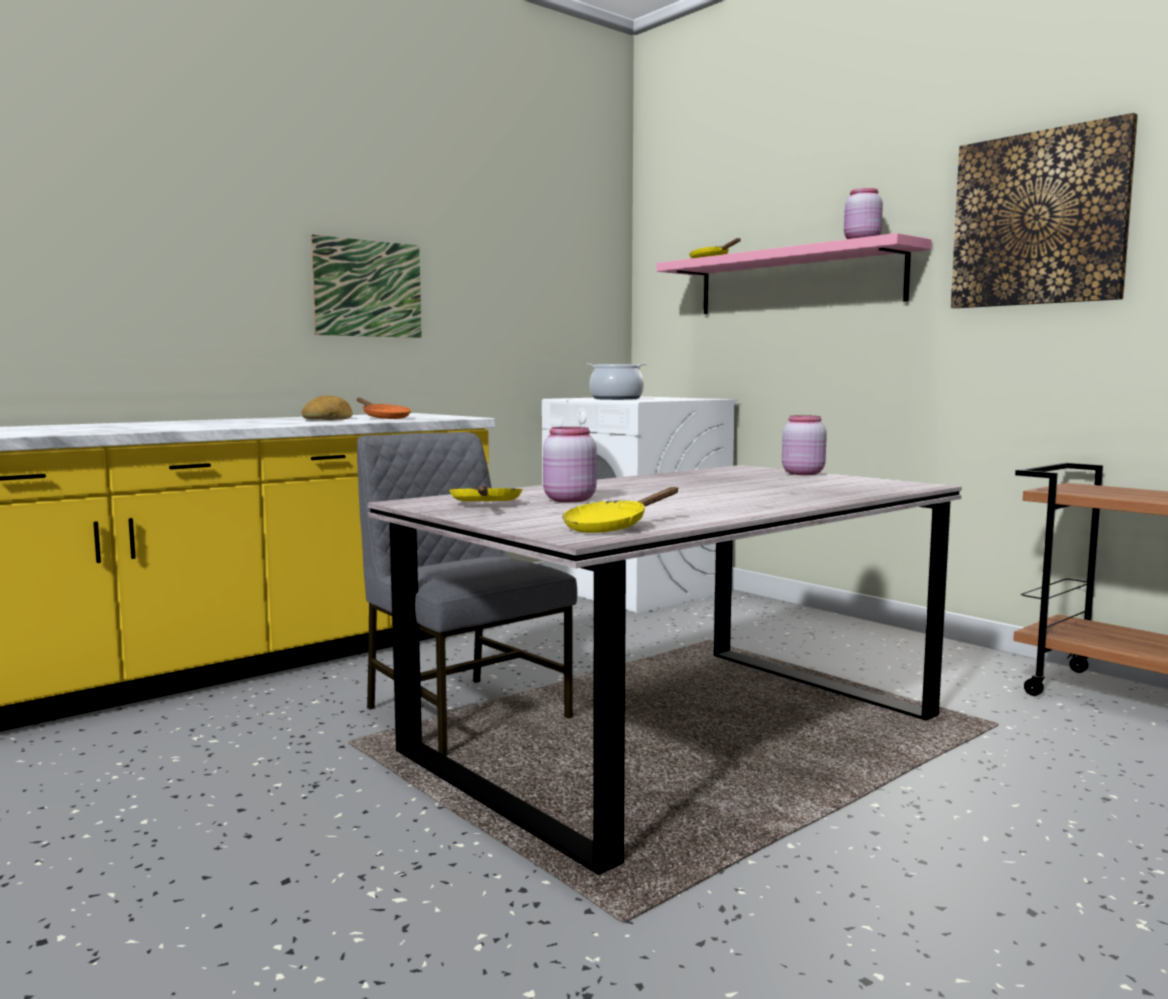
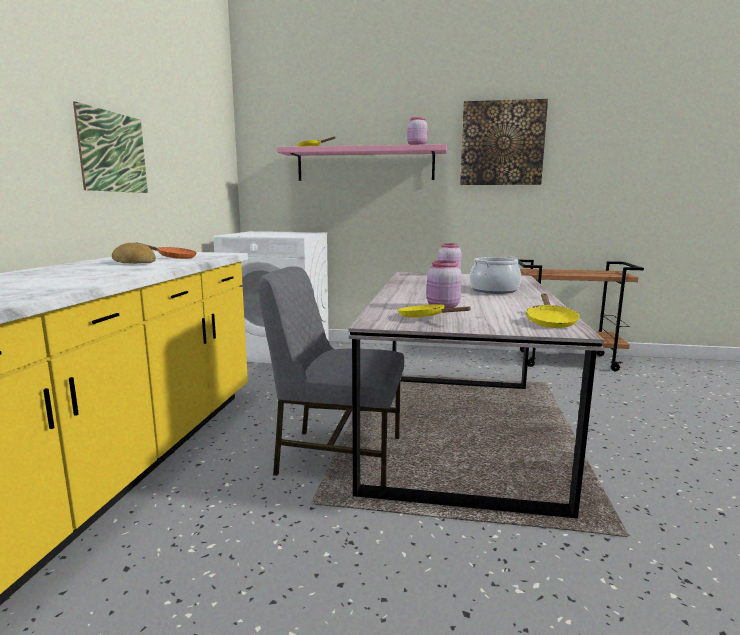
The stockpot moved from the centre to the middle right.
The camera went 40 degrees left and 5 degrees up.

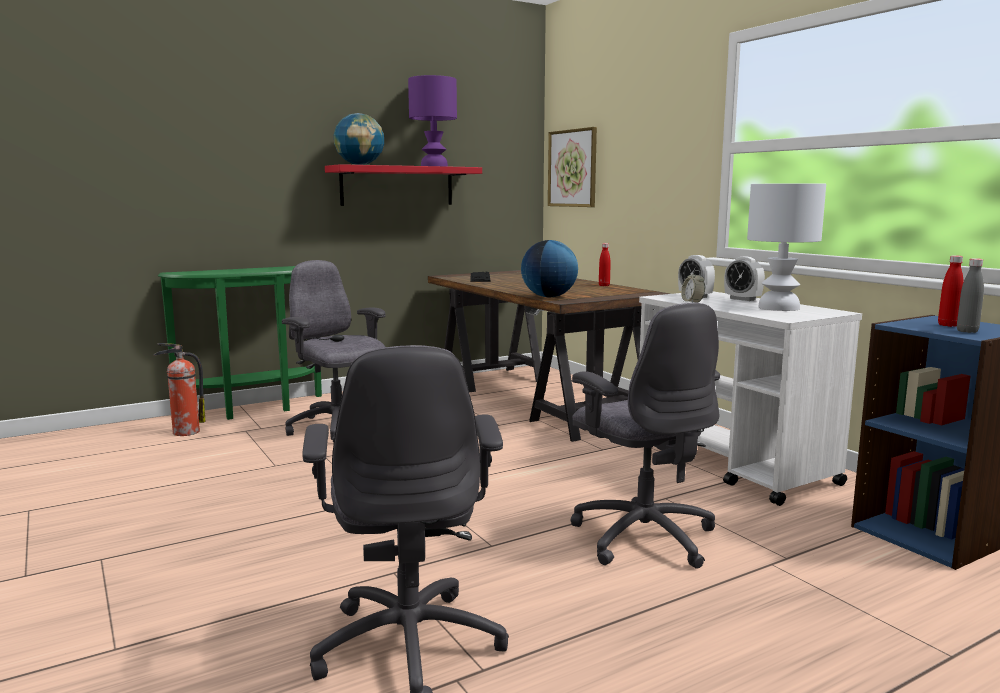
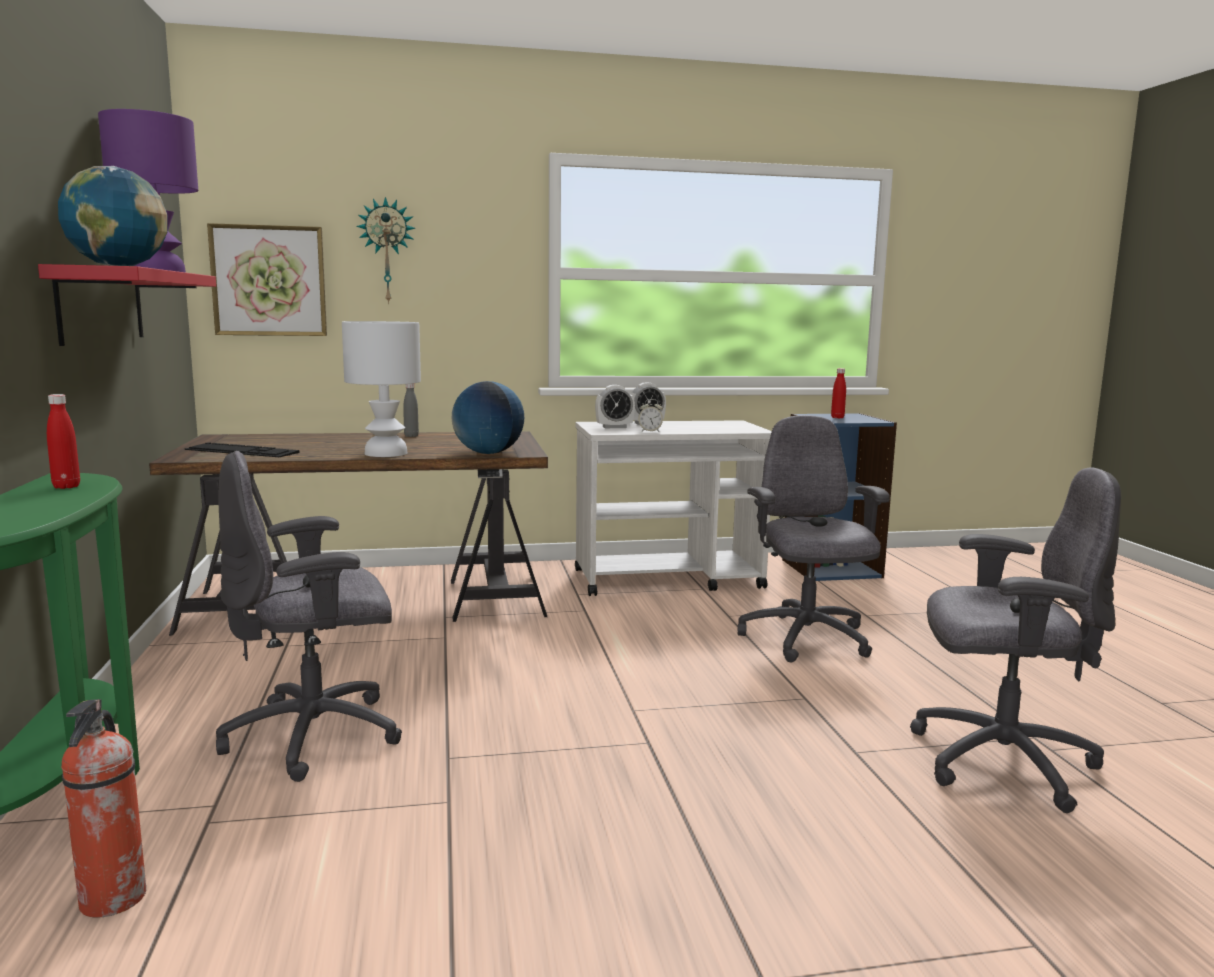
The office chair in grey (3rd from left in the first image) at the centre turned 90 degrees counterclockwise.
The beverage bottle in red-coloured (1st from left) moved from the centre to the middle left.
The tabletop lamp in white-coloured moved from the middle right to the middle left.
The beverage bottle in grey moved from the middle right to the centre.
The clock on the wall at the top left appeared.
The camera went 70 degrees left and 0 degrees up.

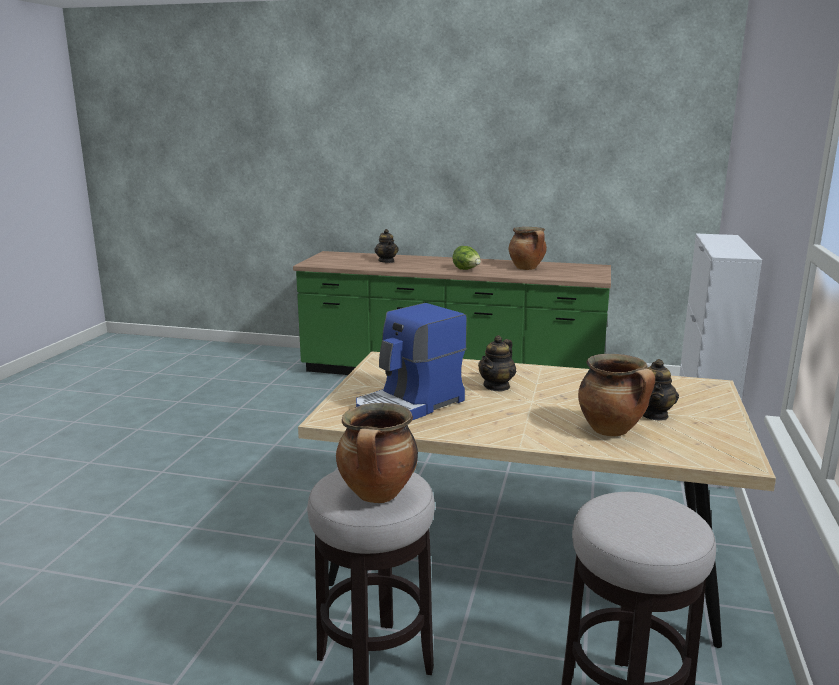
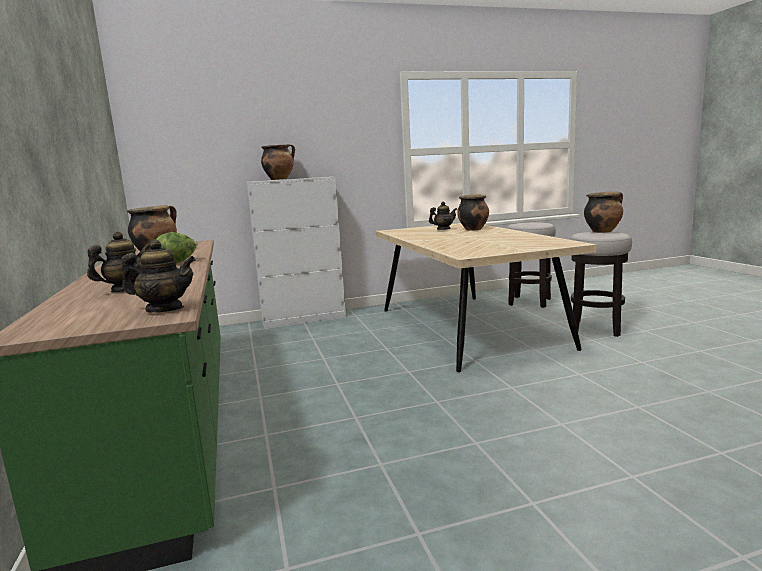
The coffee maker at the centre disappeared.
The pot for tea (2nd from left) moved from the centre to the middle left.
The stockpot (2nd from left) at the top centre appeared.
The camera went 120 degrees left and 5 degrees down.

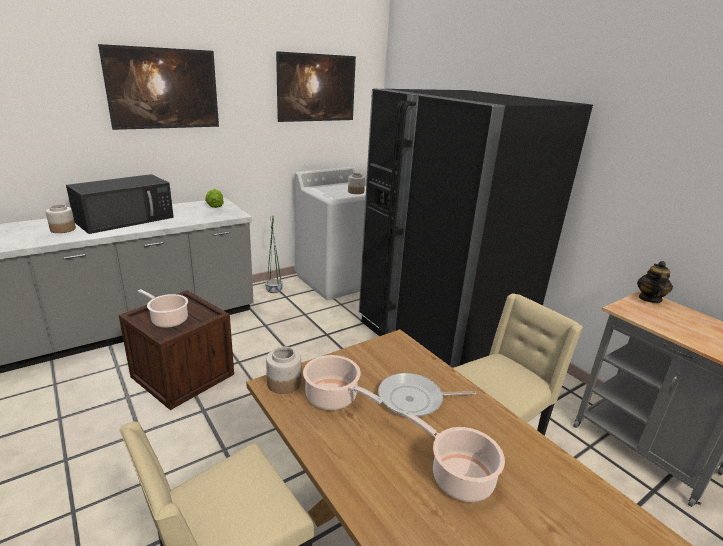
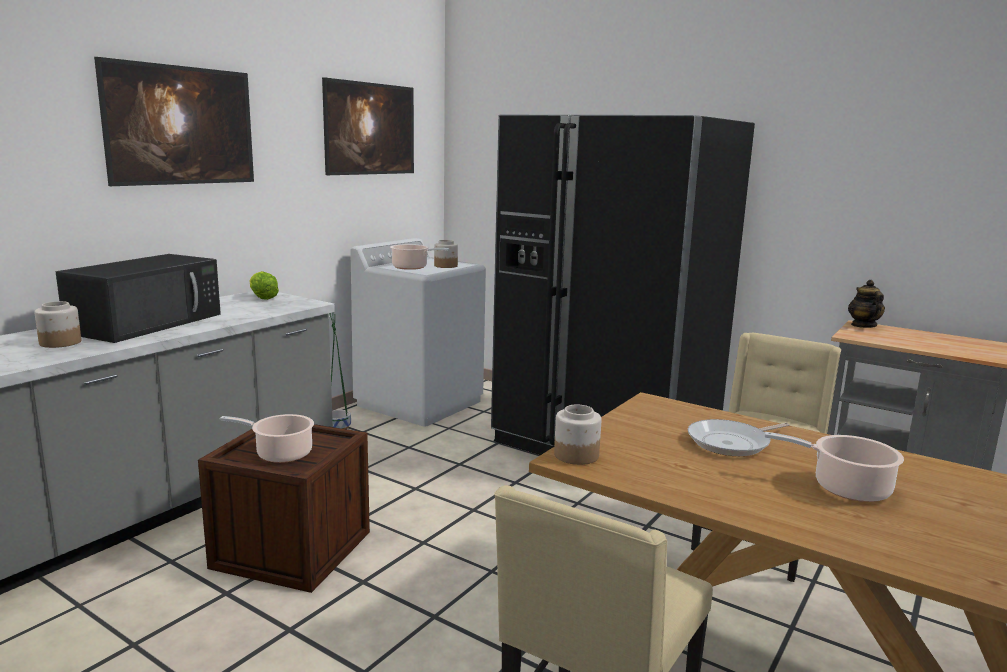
The stockpot (2nd from left) moved from the bottom centre to the centre.
The camera went 20 degrees left and 10 degrees down.

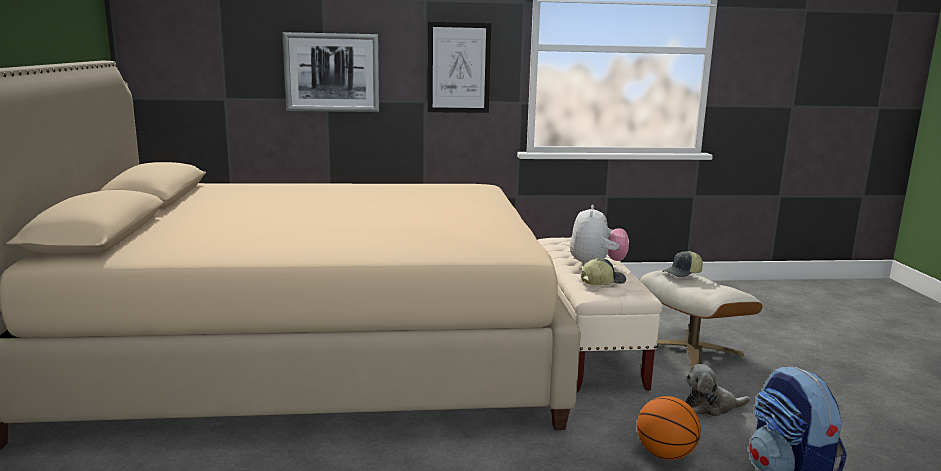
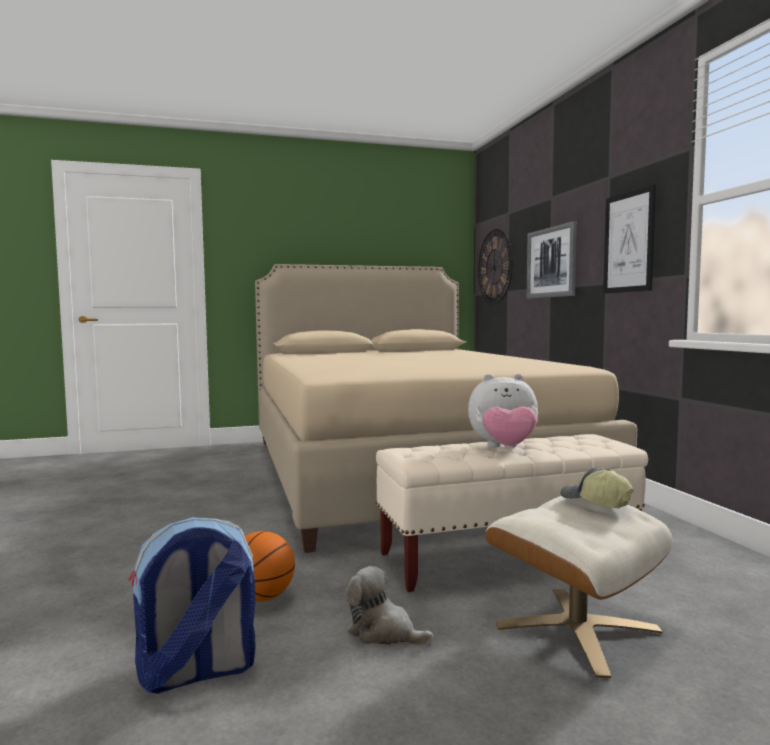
The baseball cap (1st from left) at the centre disappeared.
The plush toy (2nd from left in the first image) at the bottom right turned 45 degrees counterclockwise.
The clock on the wall at the centre appeared.
The camera went 80 degrees right and 10 degrees down.

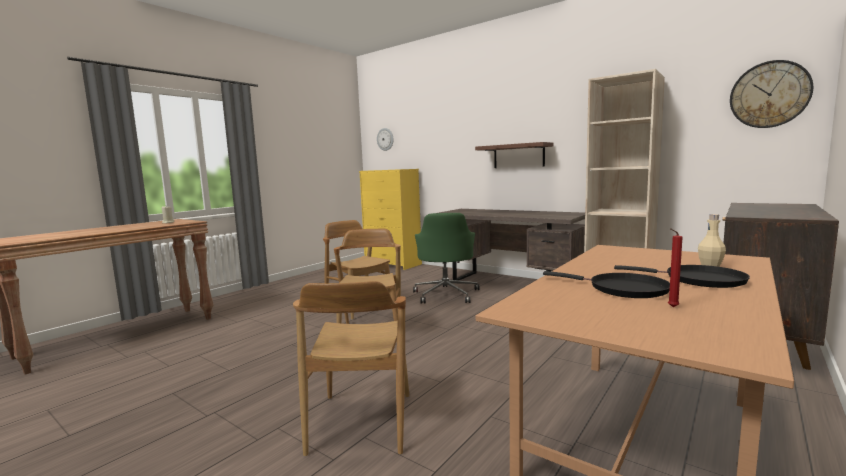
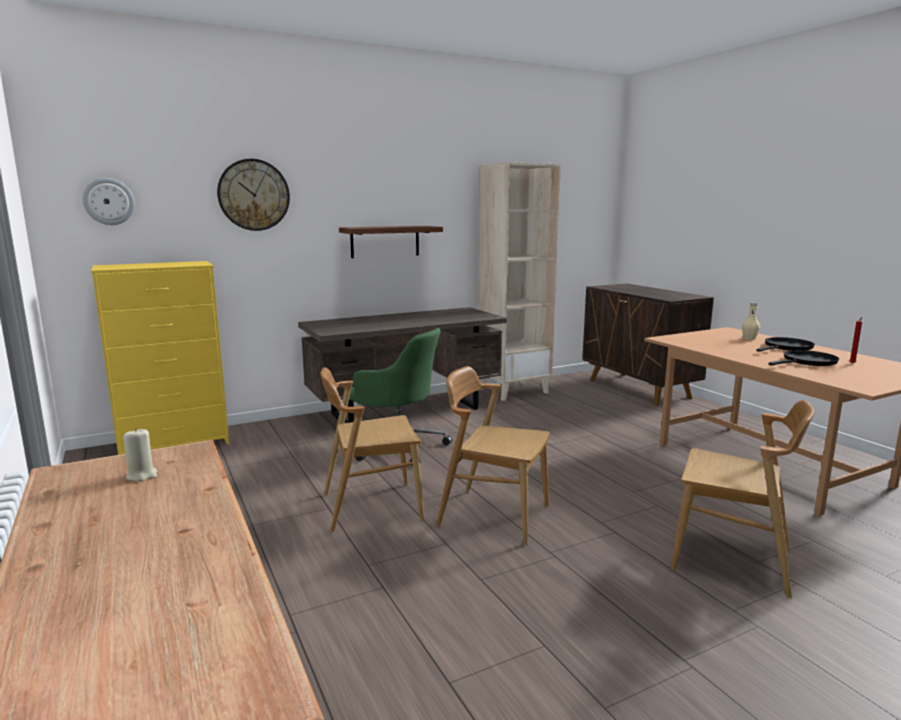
The clock on the wall (2nd from left) moved from the top right to the top left.
The camera went 65 degrees left and 5 degrees up.

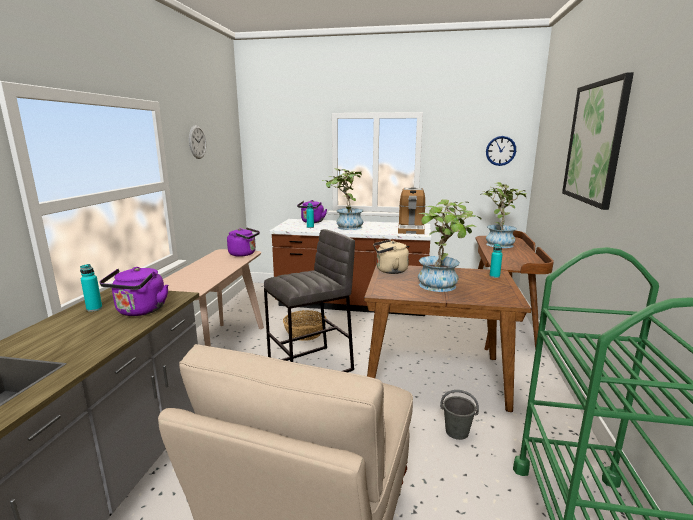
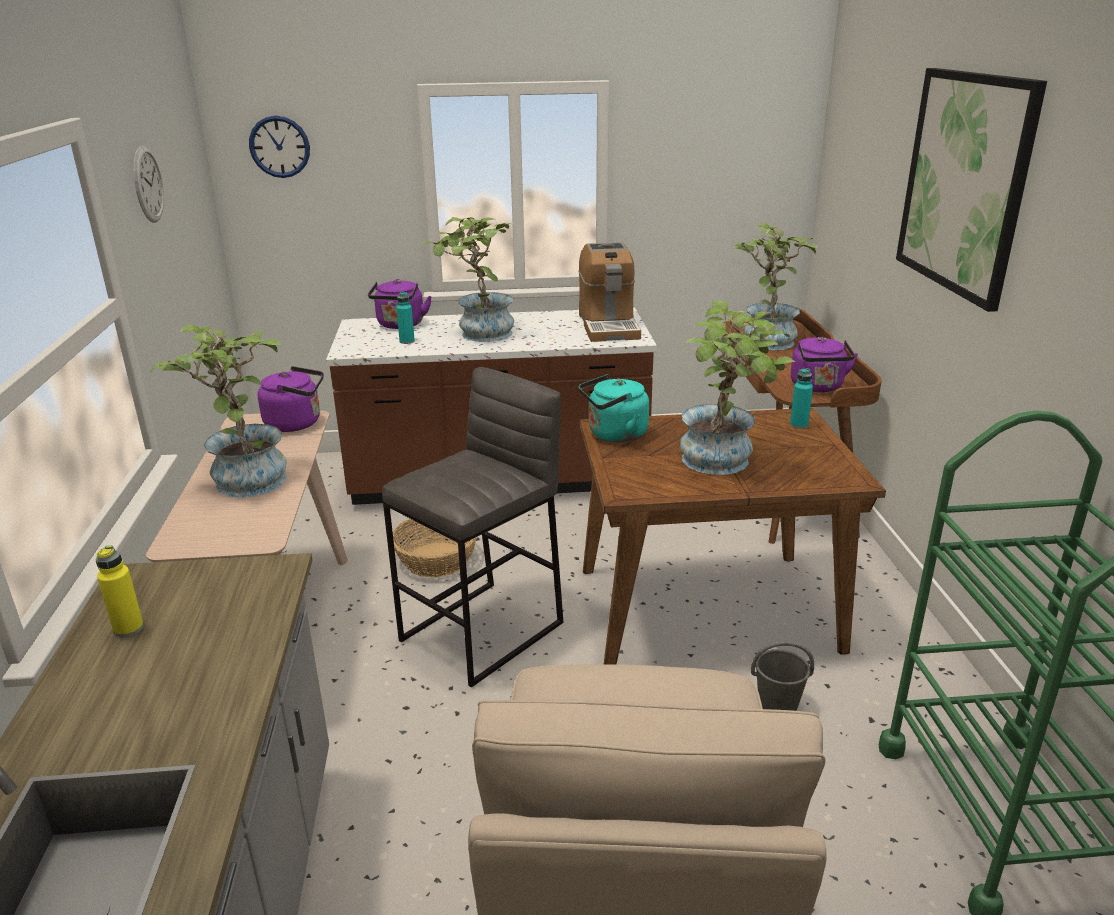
The beverage bottle in turquoise-coloured (1st from left) at the middle left became the beverage bottle in yellow at the middle left.
The kettle in purplish (1st from left in the first image) moved from the middle left to the middle right.
The kettle in beige at the centre became the kettle in turquoise-coloured at the centre.
The clock on the wall (2nd from left) moved from the top right to the top left.
The plant in a pot (1st from left) at the middle left appeared.
The camera went 15 degrees left and 10 degrees up.

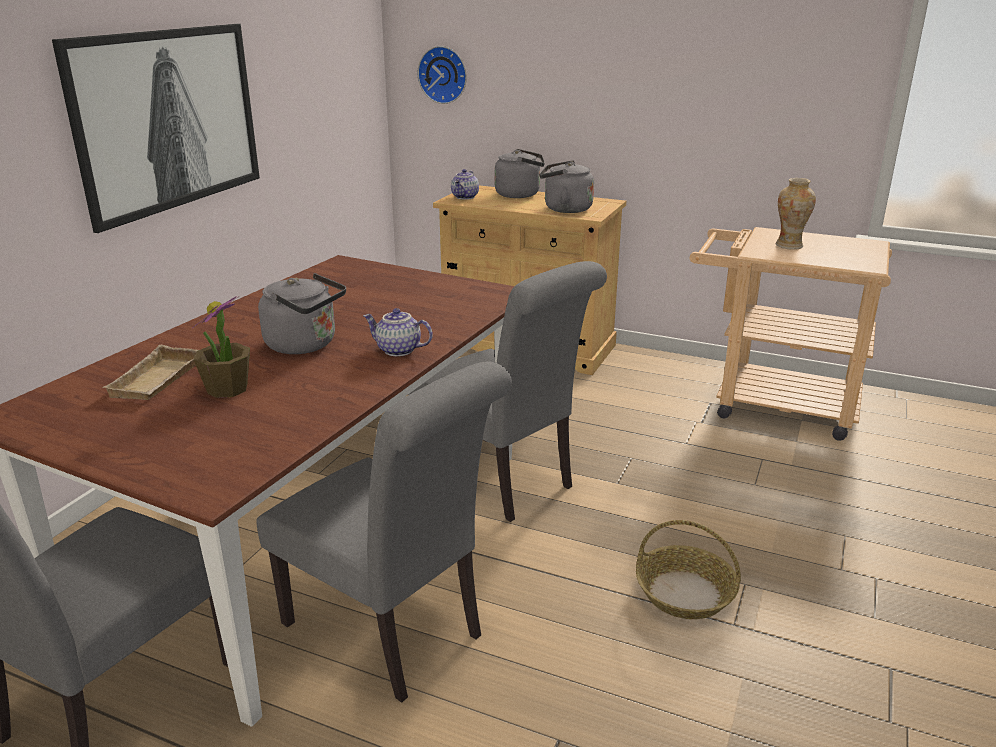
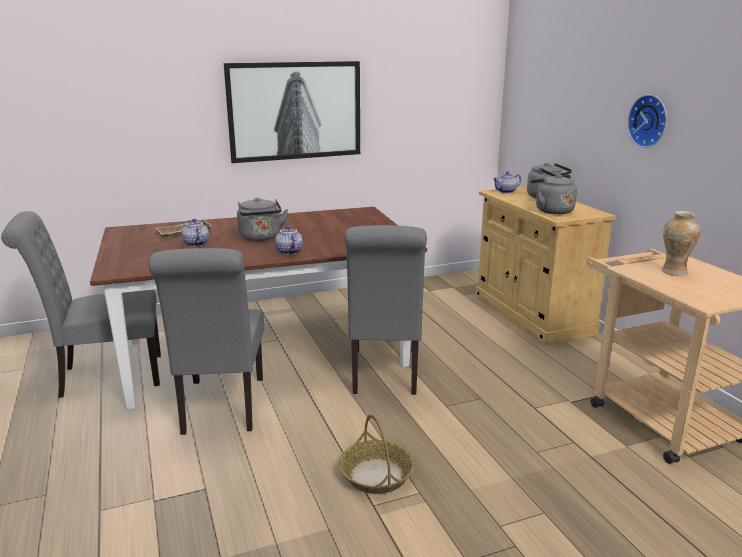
The plant in a pot at the middle left was replaced by the pot for tea (1st from left) at the middle left.
The clock on the wall moved from the top centre to the top right.
The camera went 45 degrees right and 5 degrees down.

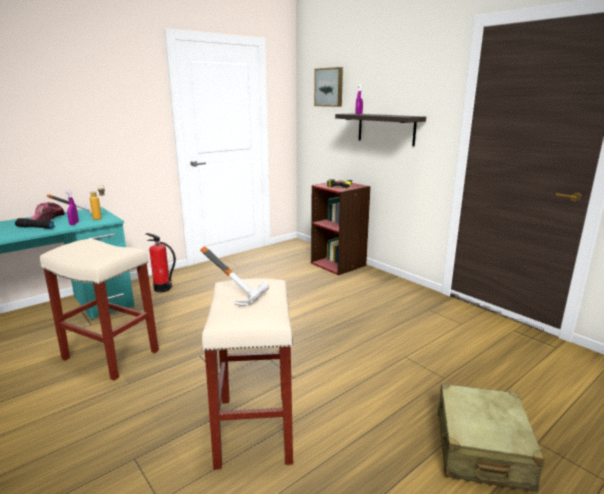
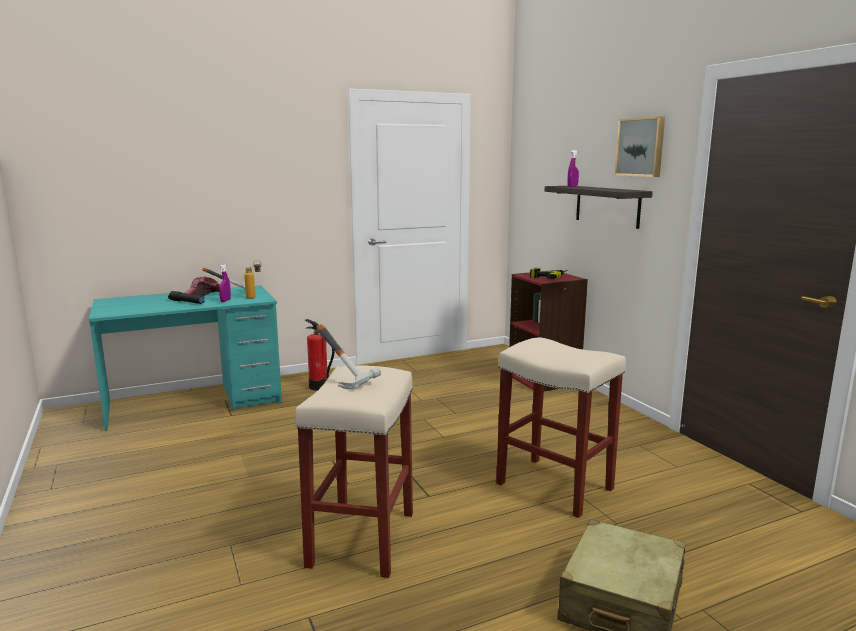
The sitting stool in beige (1st from left in the first image) moved from the middle left to the bottom centre.
The wall art moved from the top centre to the top right.
The camera went 15 degrees right and 5 degrees down.

